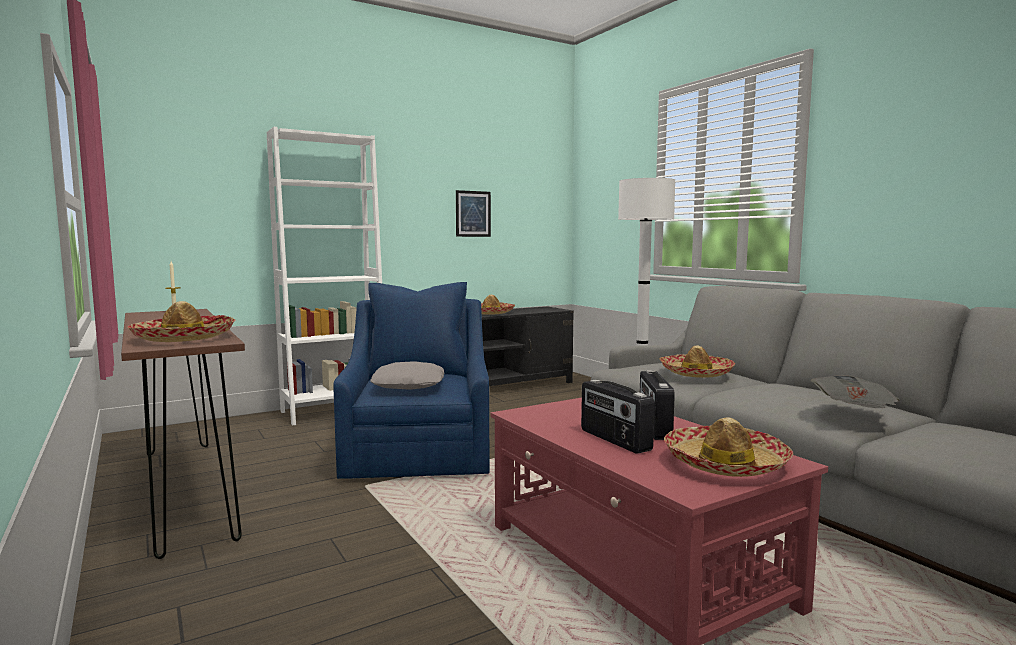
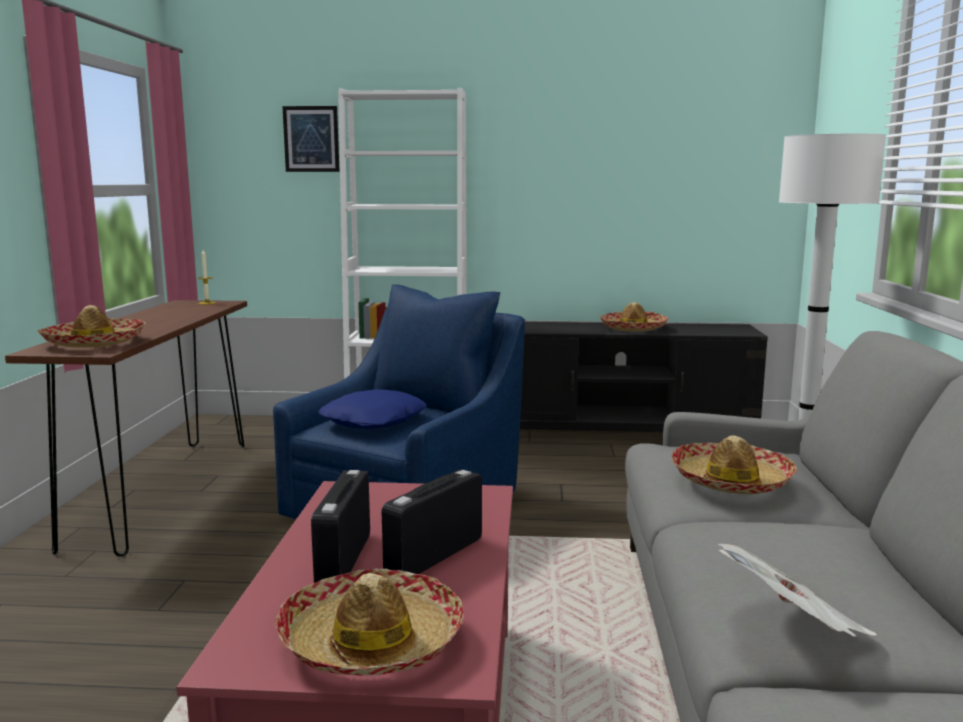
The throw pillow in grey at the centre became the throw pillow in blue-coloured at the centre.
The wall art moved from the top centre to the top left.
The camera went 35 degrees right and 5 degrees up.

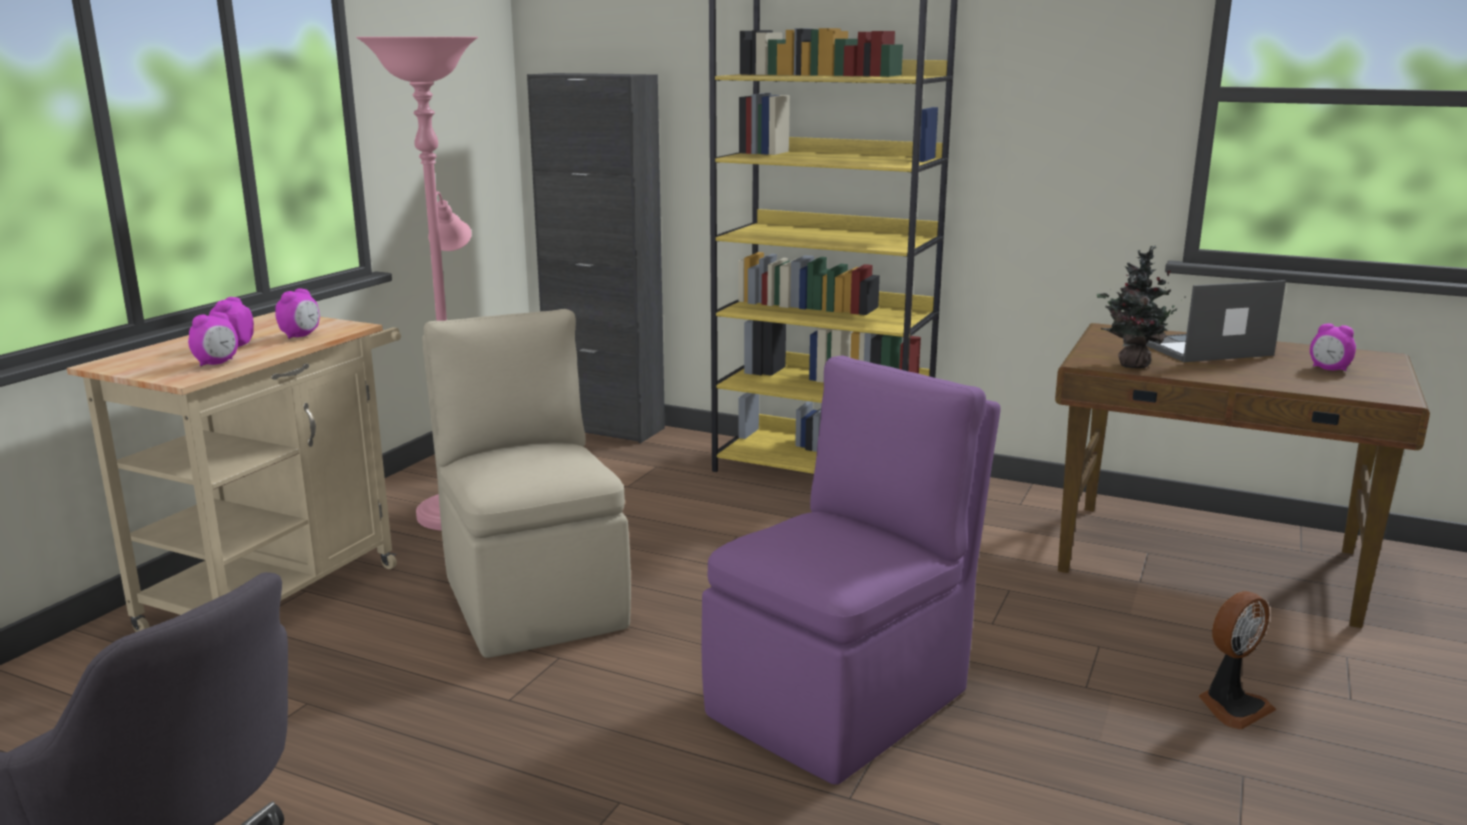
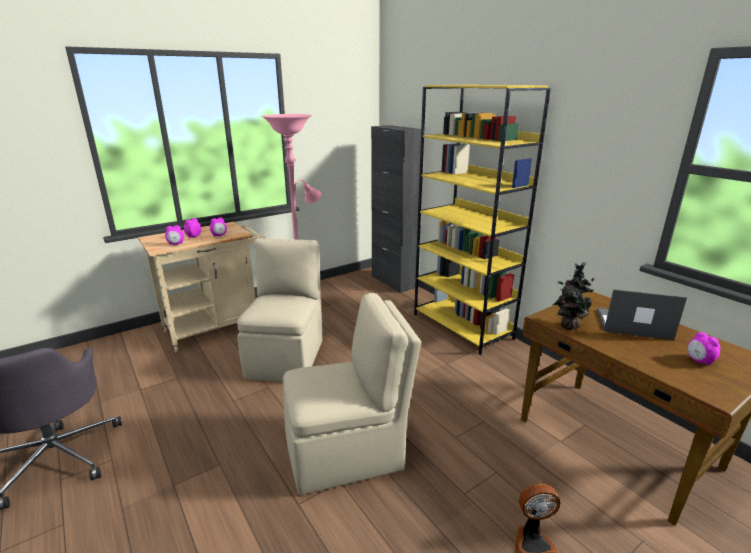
The plain chair in purplish at the bottom centre became the plain chair in beige (2nd from left) at the bottom centre.
The camera went 30 degrees right and 5 degrees up.

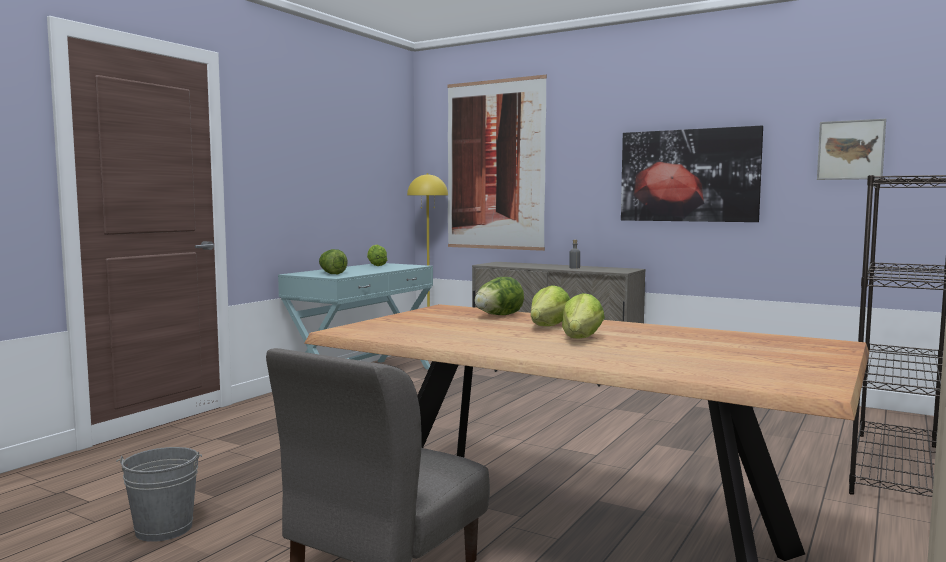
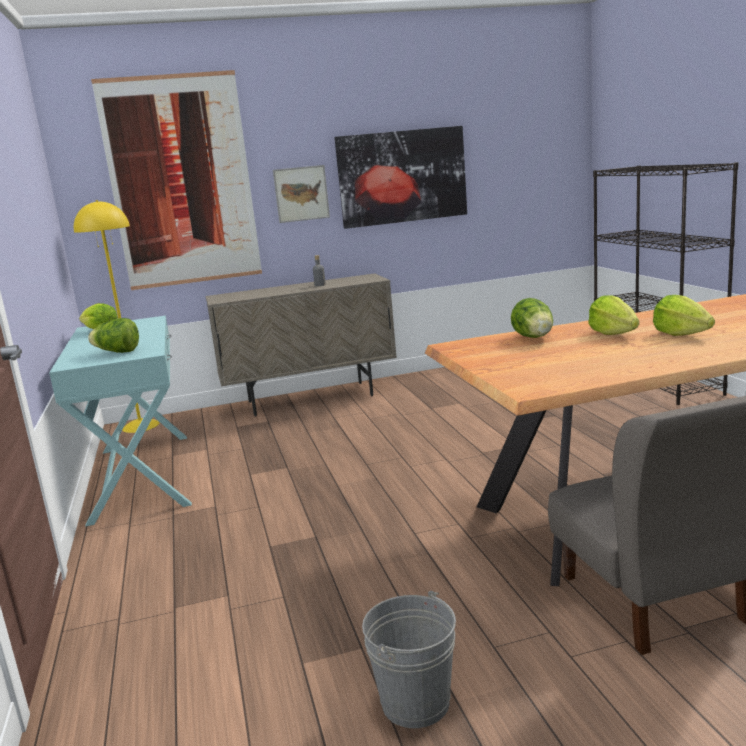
The wall art (3rd from left in the first image) moved from the top right to the top centre.
The camera went 45 degrees left and 10 degrees up.

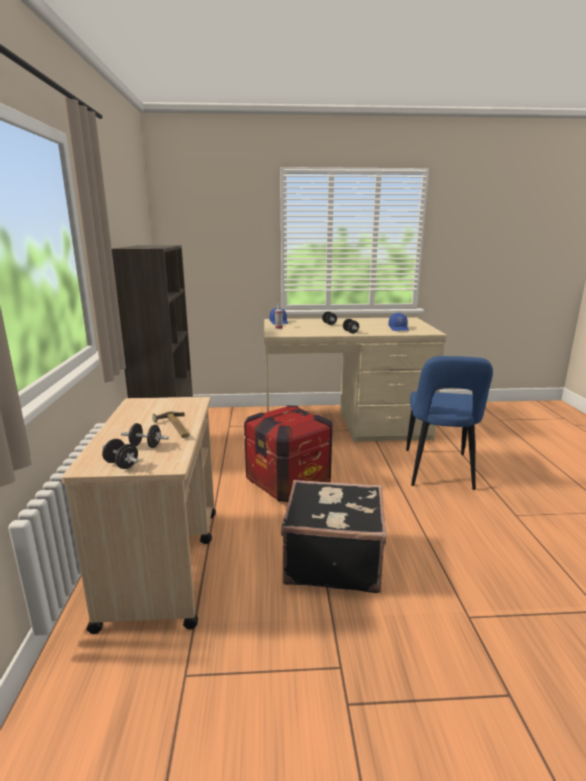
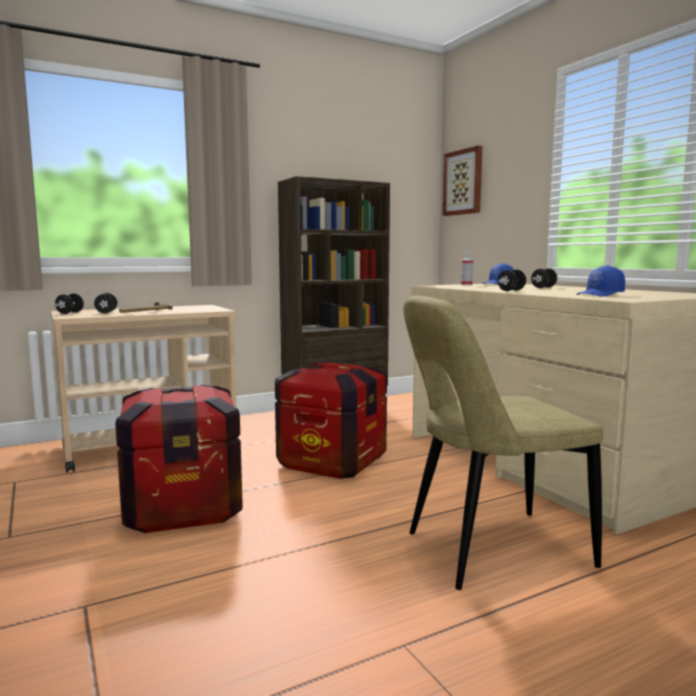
The travel case in black at the bottom centre was replaced by the packing crate (1st from left) at the middle left.
The plain chair in blue-coloured at the middle right became the plain chair in beige at the middle right.
The wall art at the top centre appeared.
The camera went 65 degrees right and 10 degrees down.

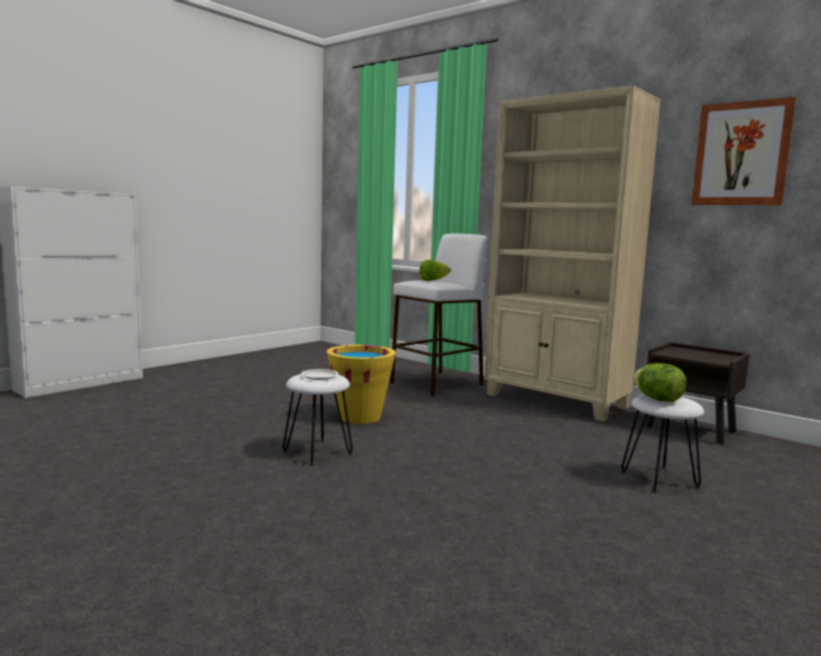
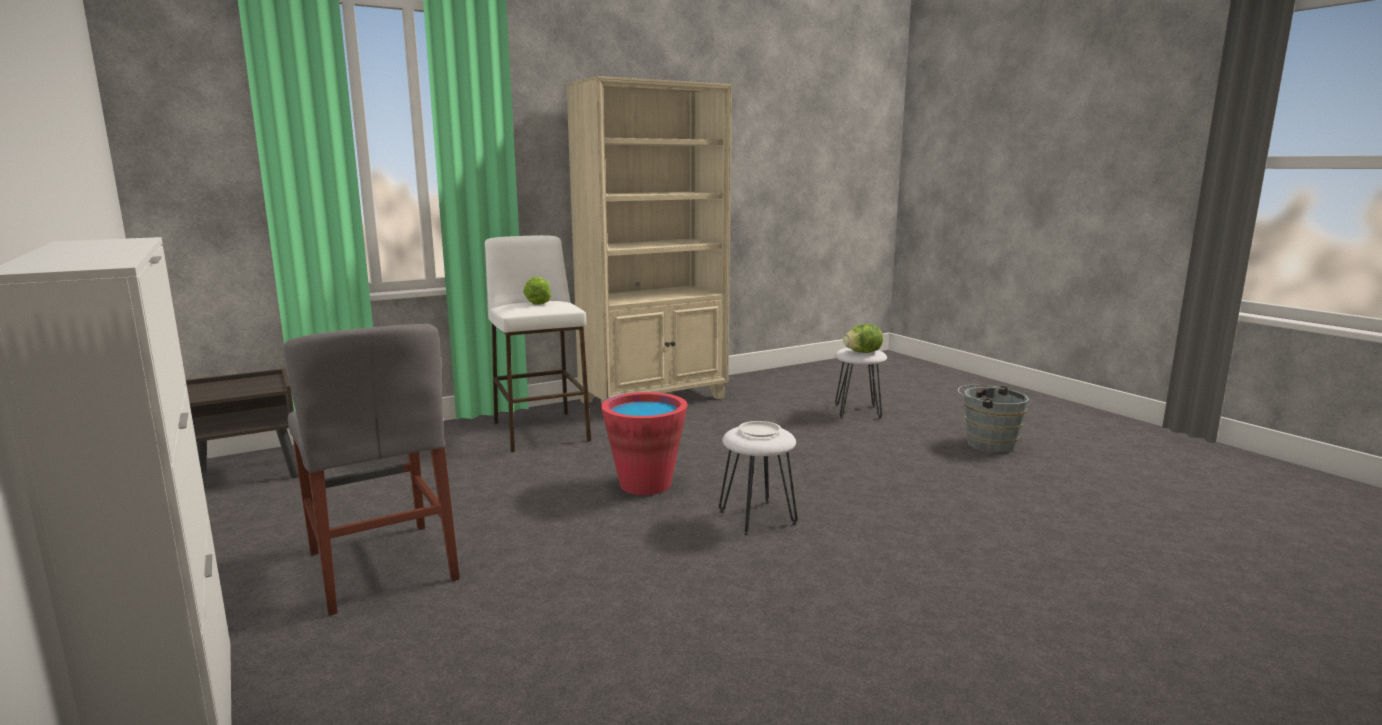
The bucket in yellow at the centre became the bucket in red-coloured at the centre.
The nightstand in brown moved from the middle right to the middle left.
The wall art at the top right disappeared.
The plain chair in grey at the middle left appeared.
The bucket in grey at the middle right appeared.
The camera went 70 degrees left and 5 degrees up.

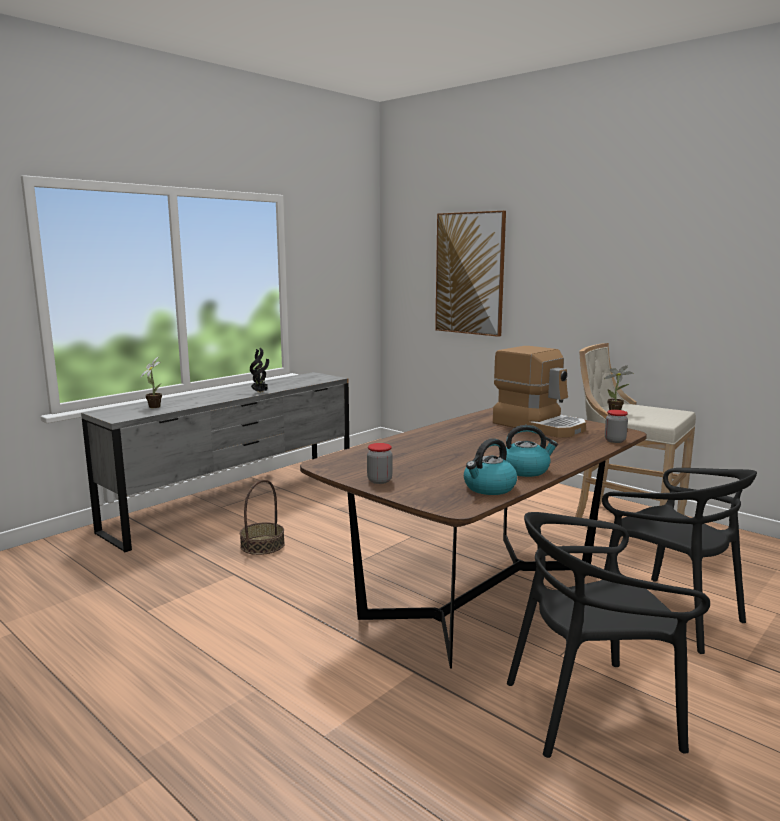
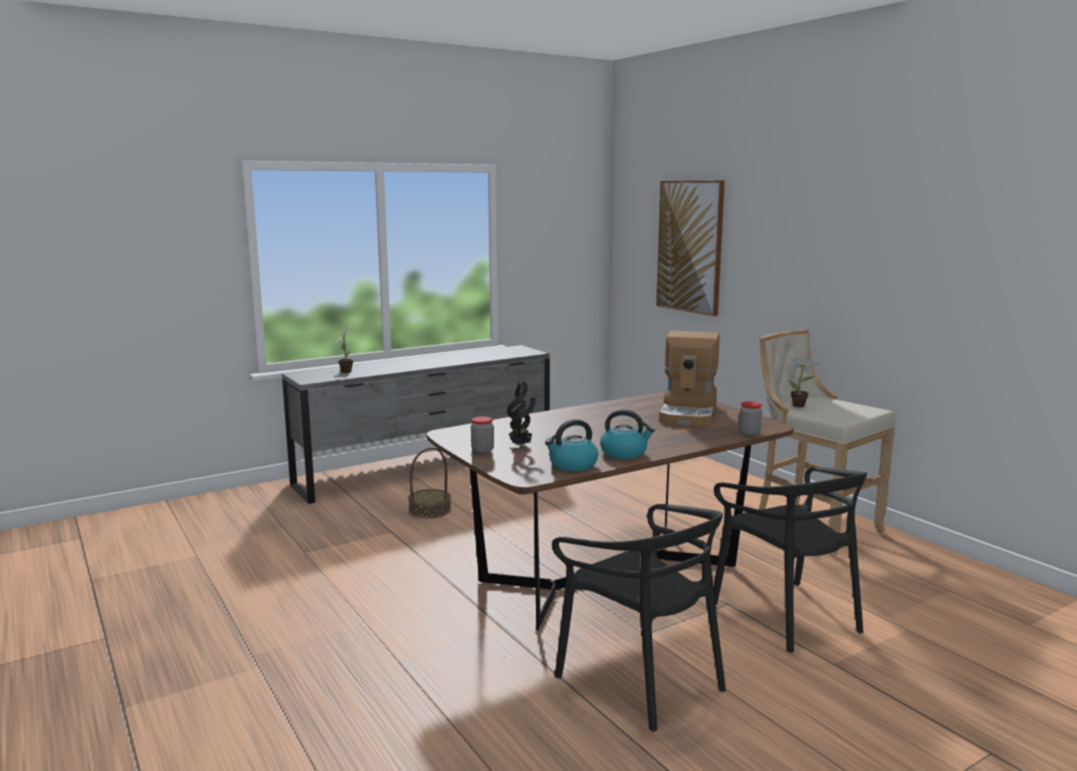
The plant in a pot (2nd from left) moved from the middle left to the centre.
The coffee maker at the middle right turned 45 degrees clockwise.
The plain chair in black (1st from left) at the bottom right turned 135 degrees counterclockwise.
The camera went 15 degrees right and 0 degrees up.

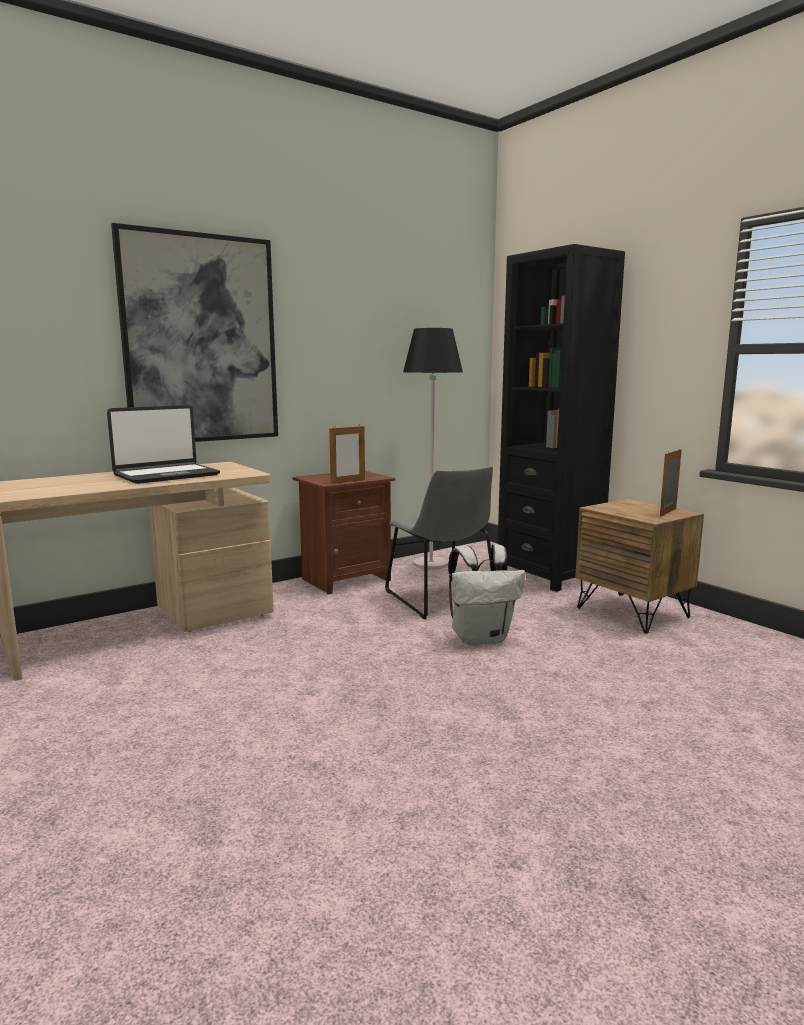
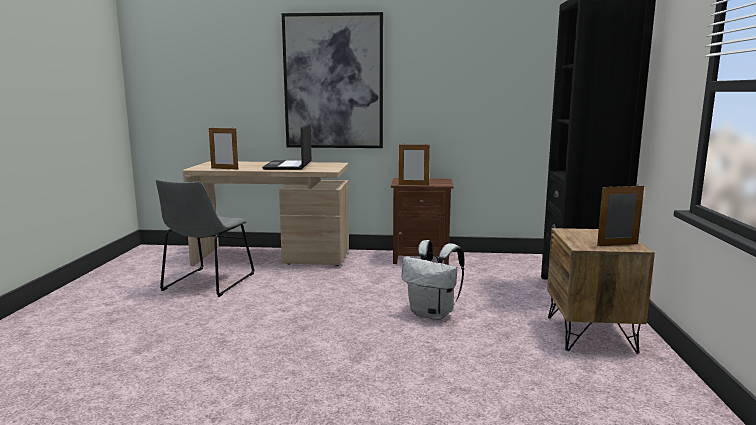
The laptop at the middle left turned 90 degrees clockwise.
The plain chair in grey moved from the centre to the middle left.
The standard lamp in black at the centre disappeared.
The photo frame (1st from left) at the middle left appeared.
The camera went 40 degrees right and 0 degrees up.

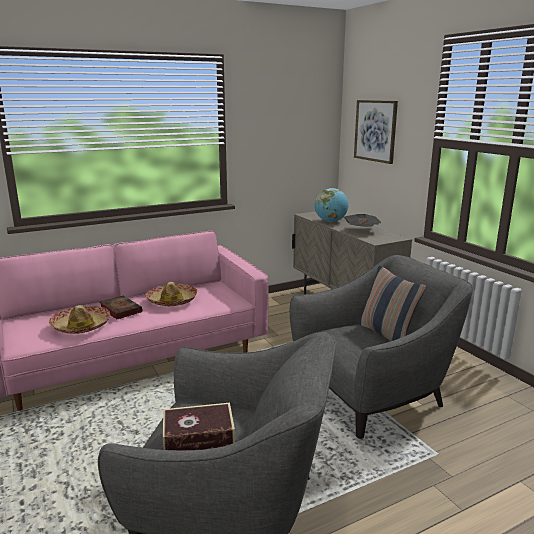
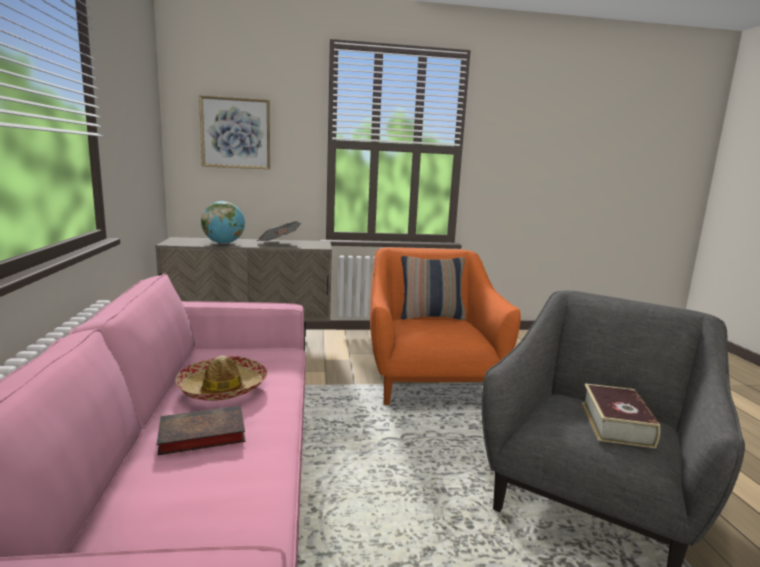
The wearable hat (1st from left) at the middle left disappeared.
The easy chair in grey (2nd from left) at the middle right became the easy chair in orange-coloured at the centre.
The camera went 70 degrees left and 5 degrees down.

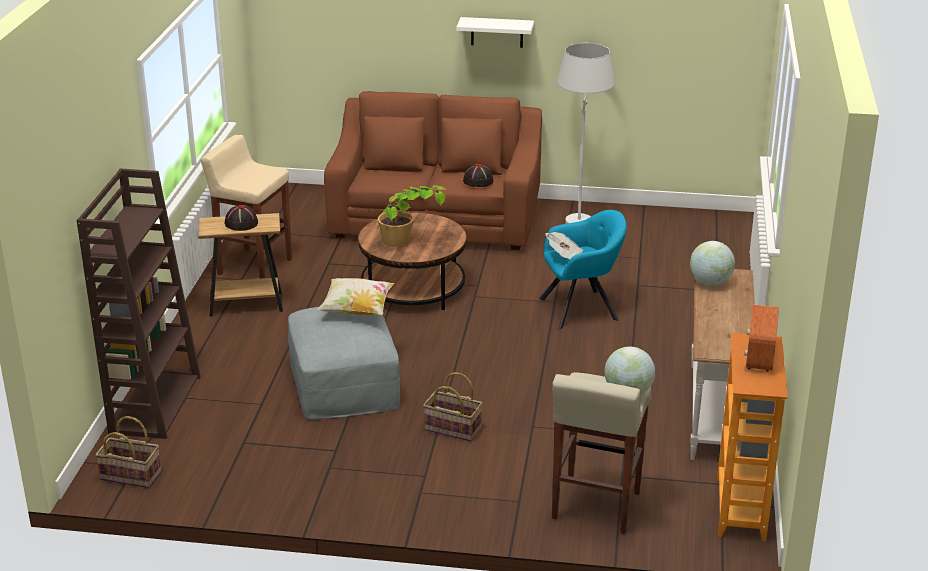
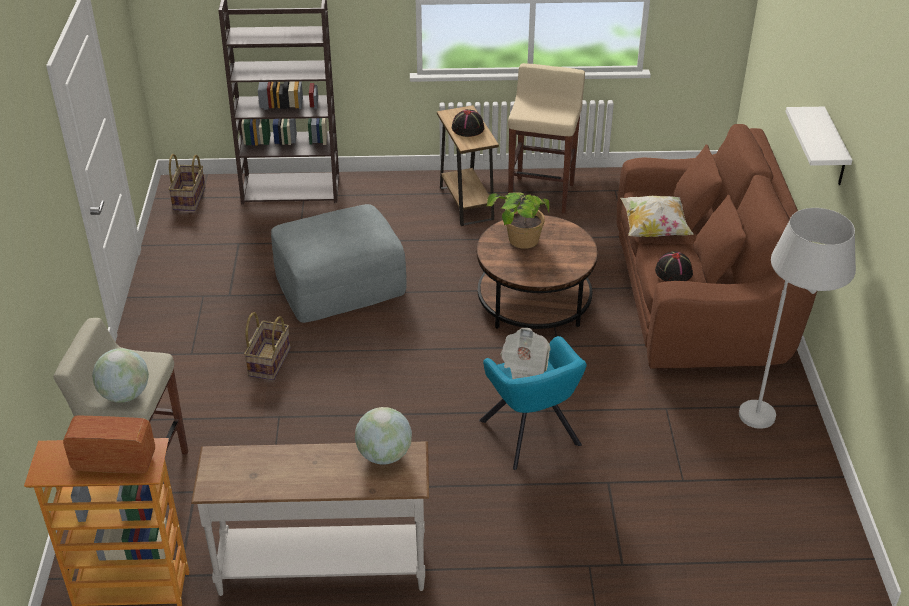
The throw pillow moved from the centre to the middle right.
The camera went 80 degrees right and 10 degrees up.

